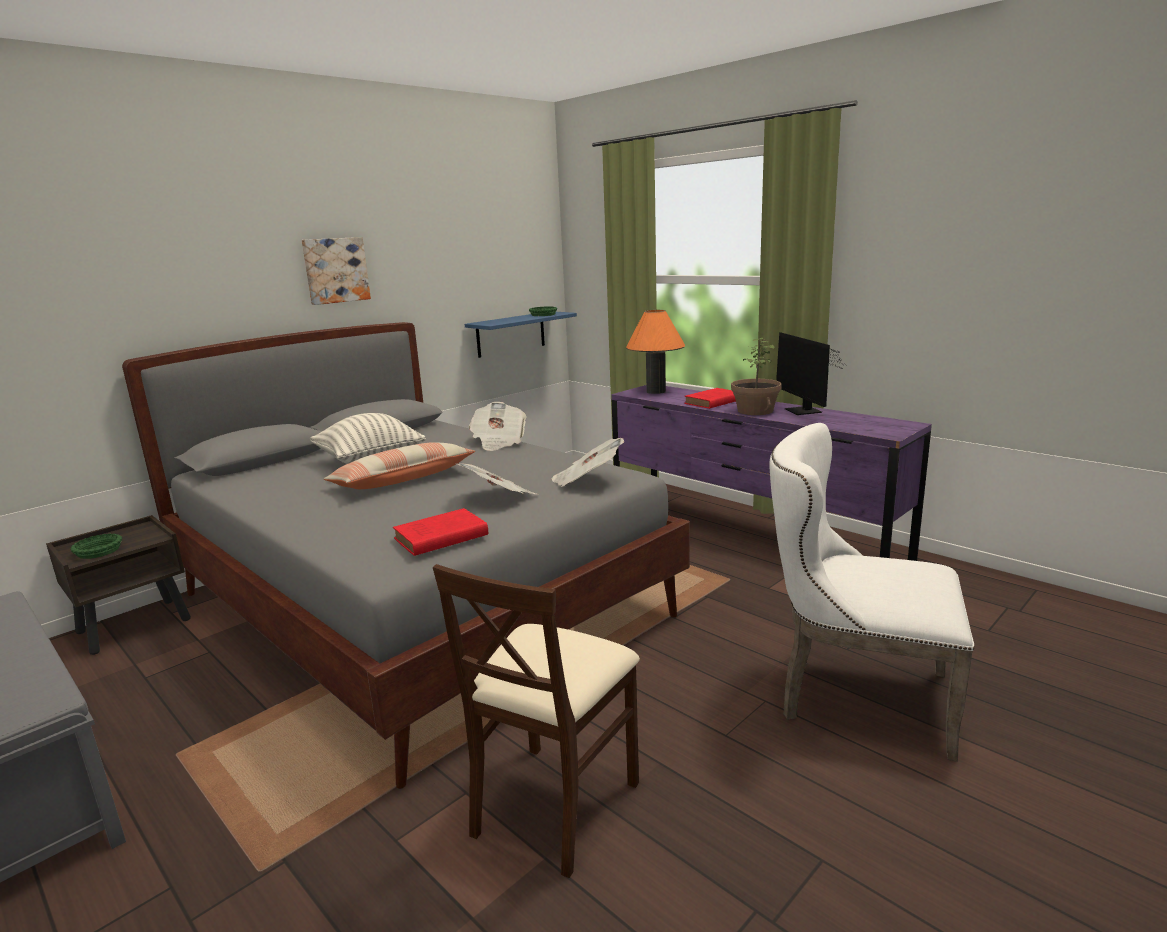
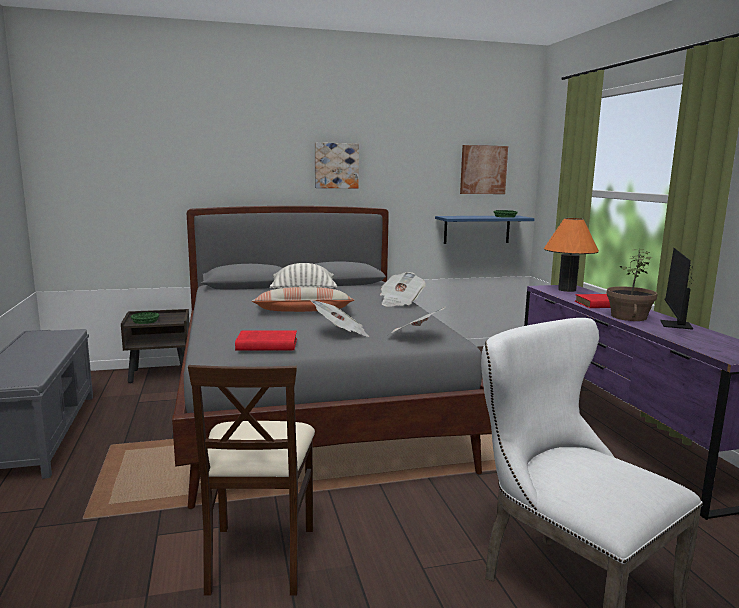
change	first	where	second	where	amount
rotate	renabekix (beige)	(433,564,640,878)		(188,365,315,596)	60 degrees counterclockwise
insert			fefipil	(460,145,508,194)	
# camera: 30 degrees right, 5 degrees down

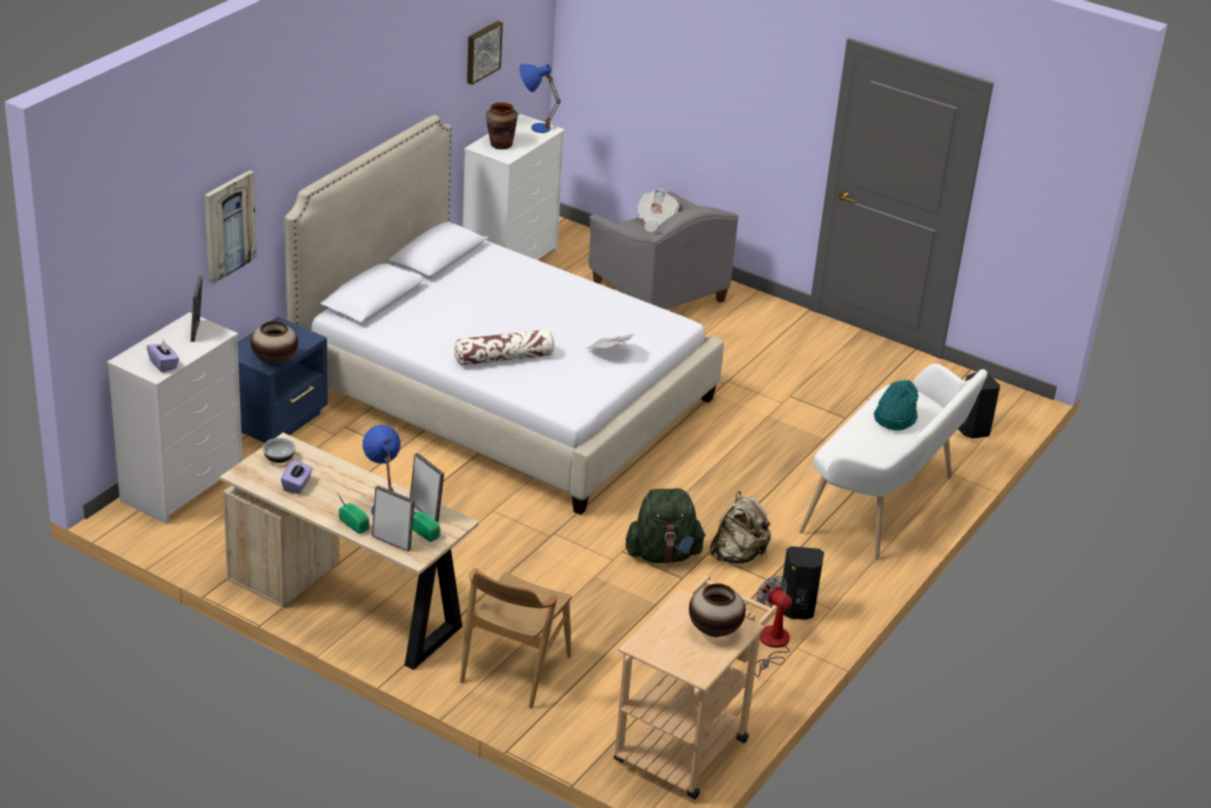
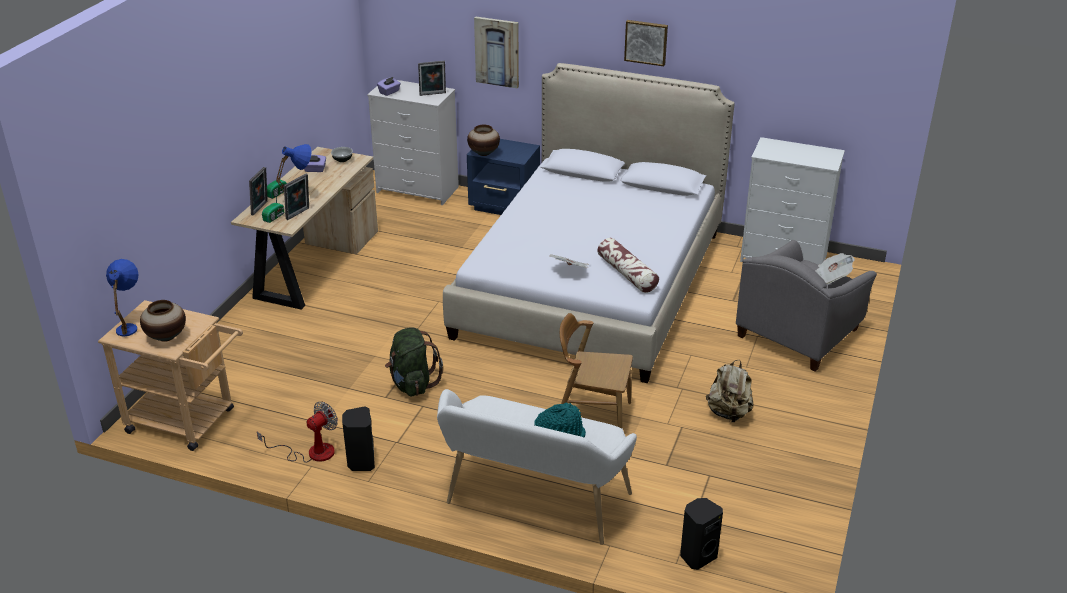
change	first	where	second	where	amount
move	fefipil	(467,21,503,85)		(624,20,668,66)	
move	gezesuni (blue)	(519,64,561,133)		(106,259,139,337)	
delete	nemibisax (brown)	(486,102,518,149)			
move	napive	(454,329,555,366)		(597,238,659,293)	
move	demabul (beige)	(710,491,771,564)		(706,360,753,422)	
move	renabekix (brown)	(460,568,572,709)		(560,313,633,428)	
# camera: 80 degrees right, 0 degrees up

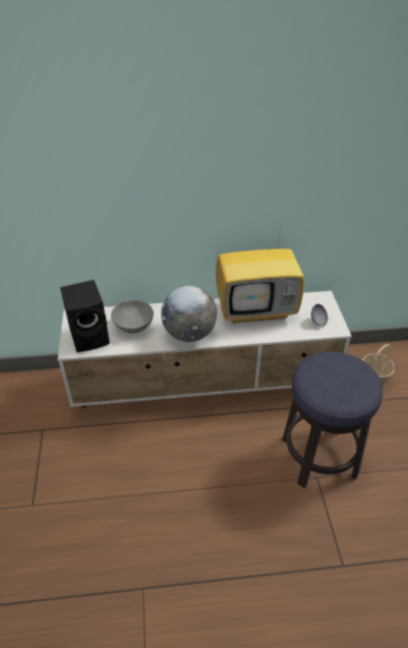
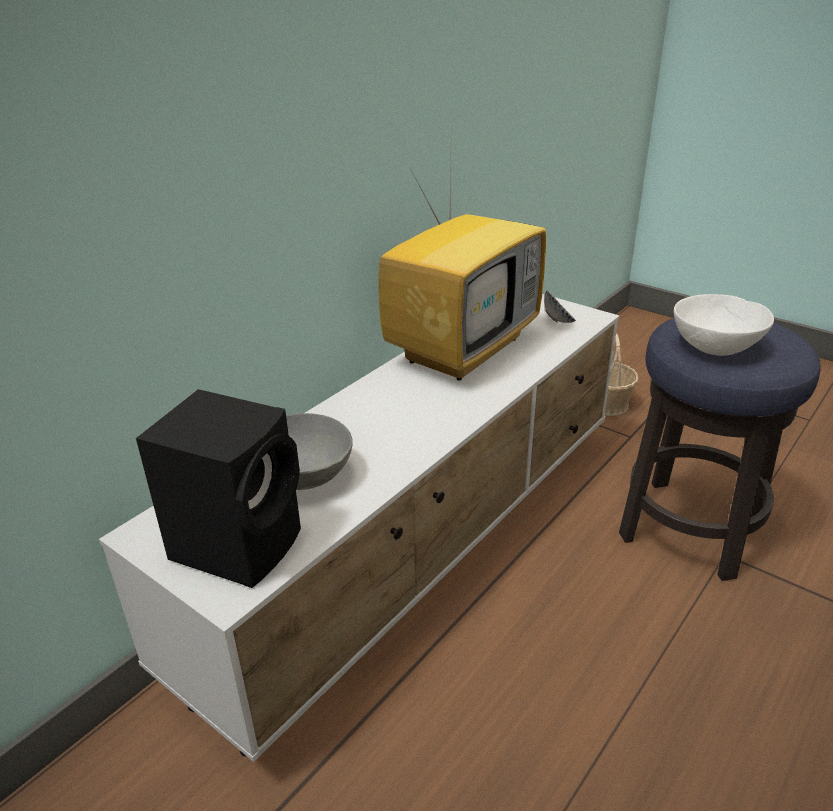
change	first	where	second	where	amount
delete	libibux	(161,286,217,342)			
insert			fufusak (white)	(674,294,774,356)	
# camera: 45 degrees left, 10 degrees down

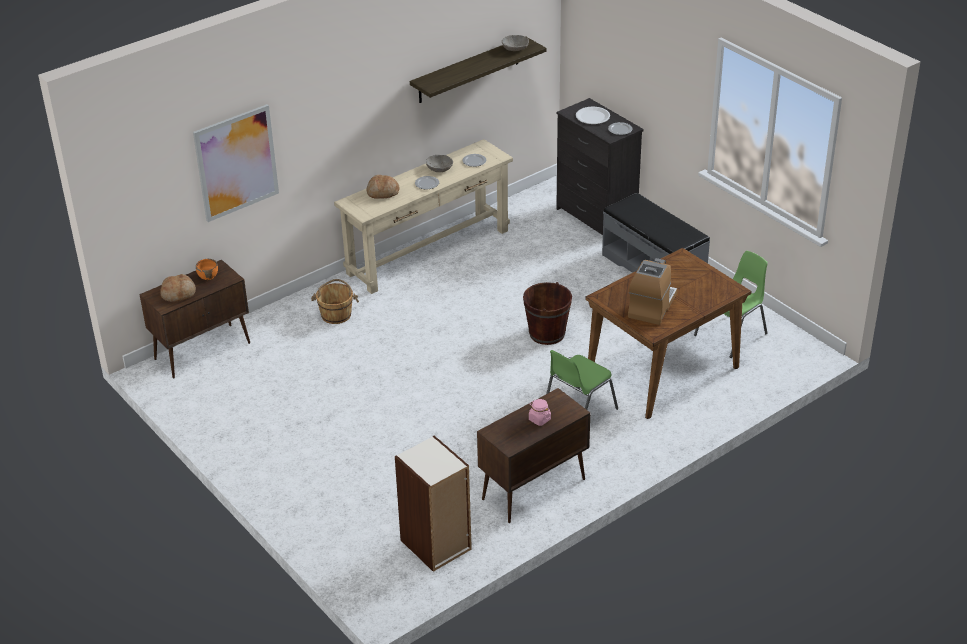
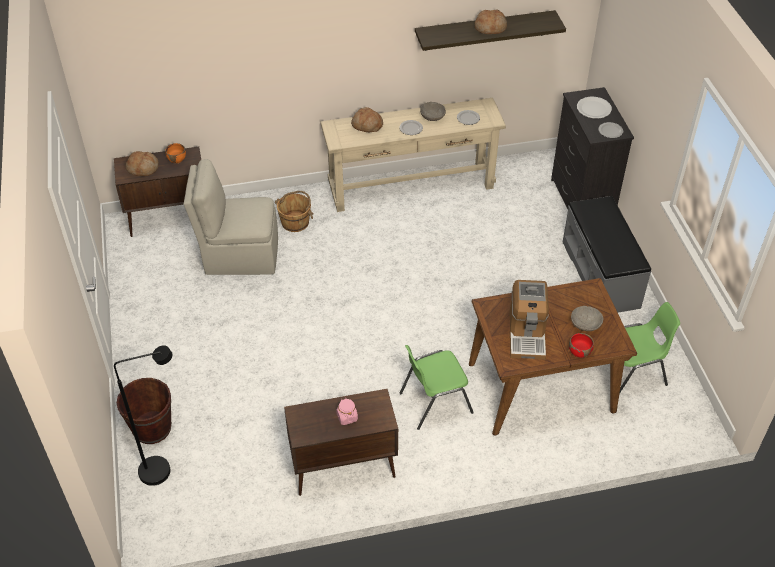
change	first	where	second	where	amount
move	fufusak (grey)	(502,35,529,51)		(571,306,603,331)	
delete	fefipil	(193,104,279,222)			
rotate	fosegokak	(628,258,677,325)		(509,280,549,360)	135 degrees clockwise
move	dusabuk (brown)	(523,282,572,345)		(117,378,172,444)	
delete	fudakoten	(395,436,472,572)			
insert			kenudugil	(475,9,507,34)	
insert			renabekix (beige)	(184,159,278,275)	
insert			fufusak (red)	(569,333,594,358)	
insert			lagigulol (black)	(114,345,173,486)	
# camera: 25 degrees right, 10 degrees up

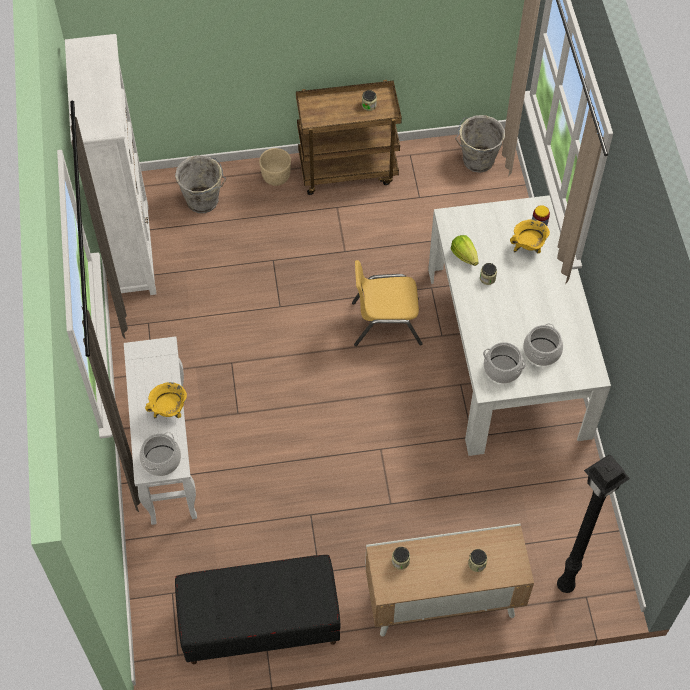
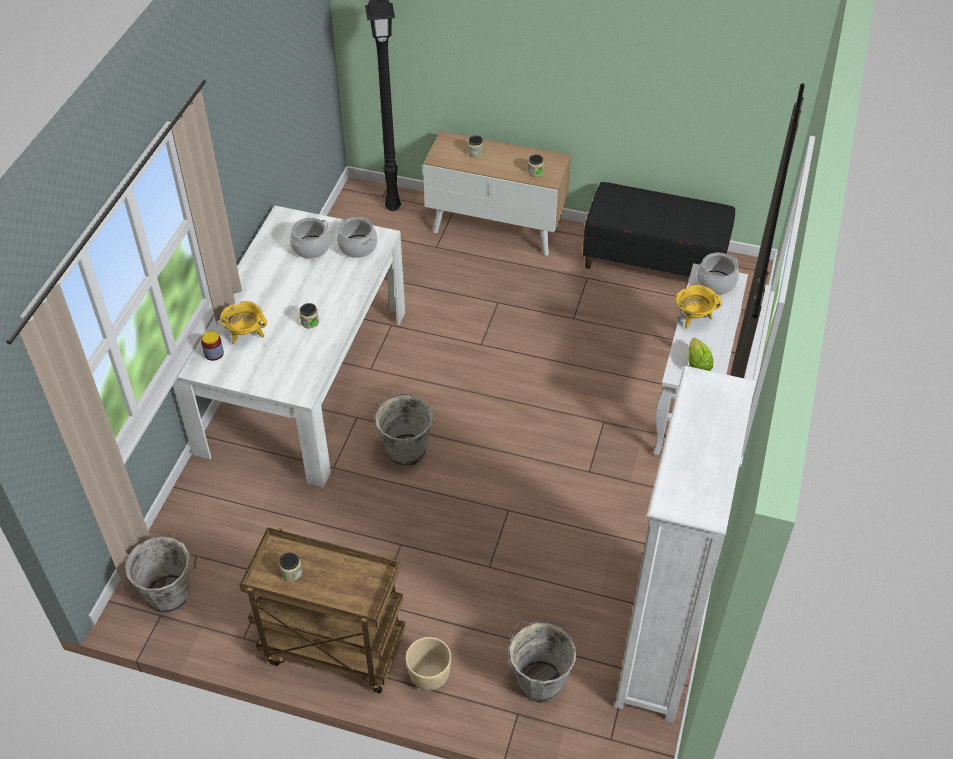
change	first	where	second	where	amount
move	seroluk	(451,235,478,266)		(688,338,713,371)	
replace	renabekix (yellow)	(352,260,423,346)	dusabuk (grey)	(370,393,433,467)	
# camera: 155 degrees left, 10 degrees down

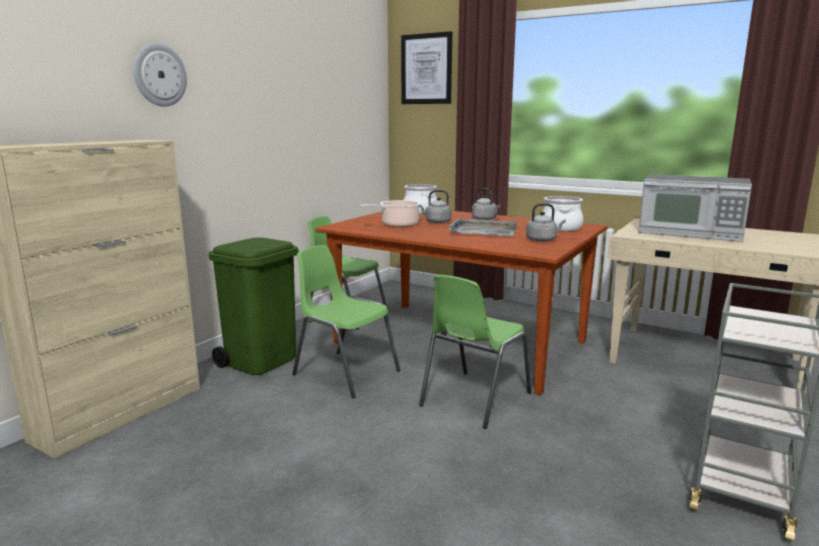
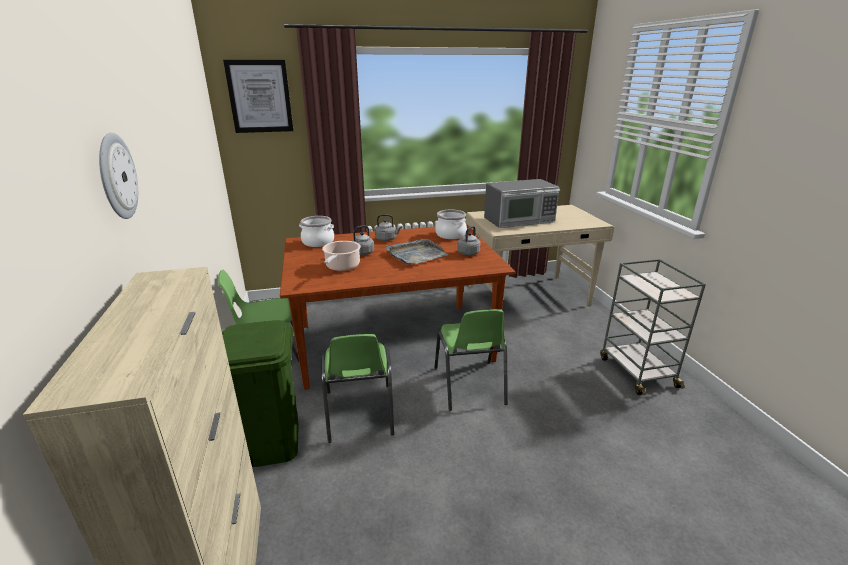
change	first	where	second	where	amount
rotate	renabekix (green)	(292,245,400,398)		(321,334,394,443)	90 degrees counterclockwise
# camera: 45 degrees left, 10 degrees up

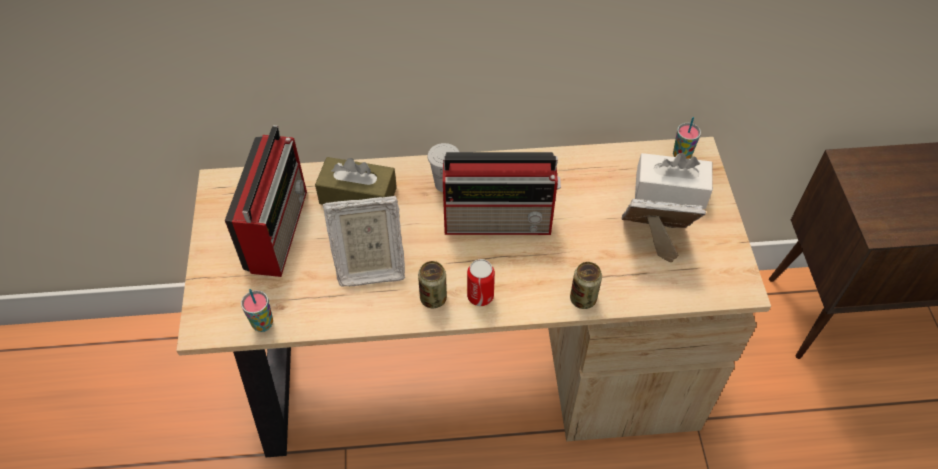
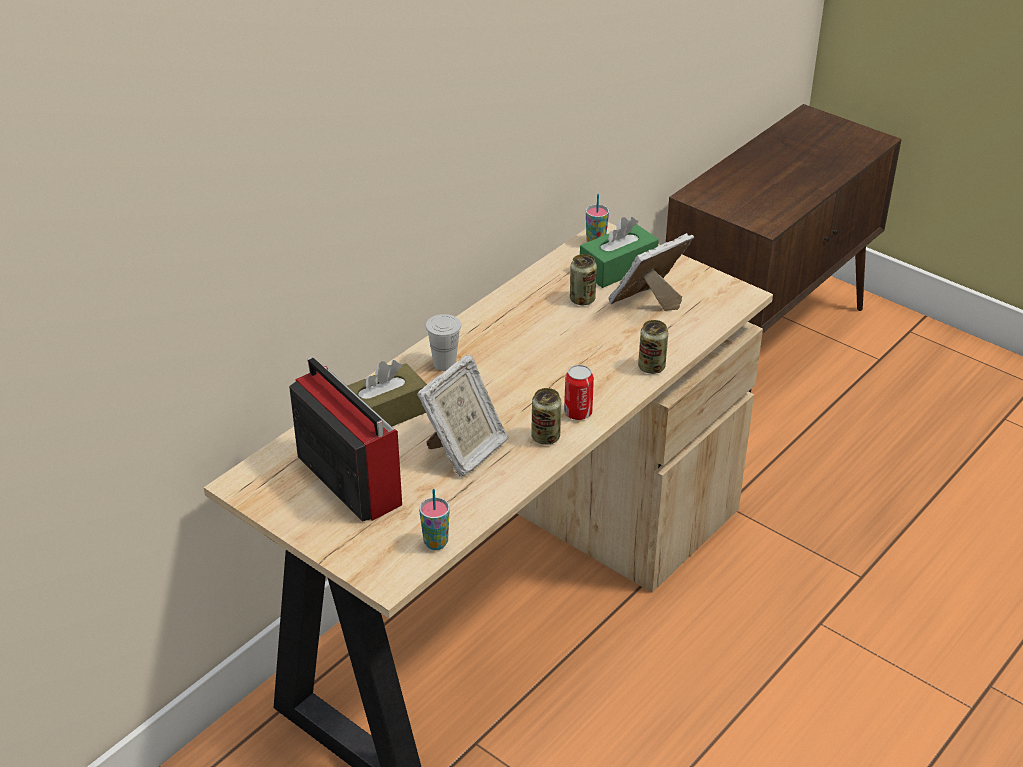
change	first	where	second	where	amount
delete	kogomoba	(443,152,561,235)			
recolor	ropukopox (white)	(635,153,713,209)	ropukopox (green)	(580,217,659,288)	
insert			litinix	(570,254,597,305)	
# camera: 45 degrees left, 15 degrees down

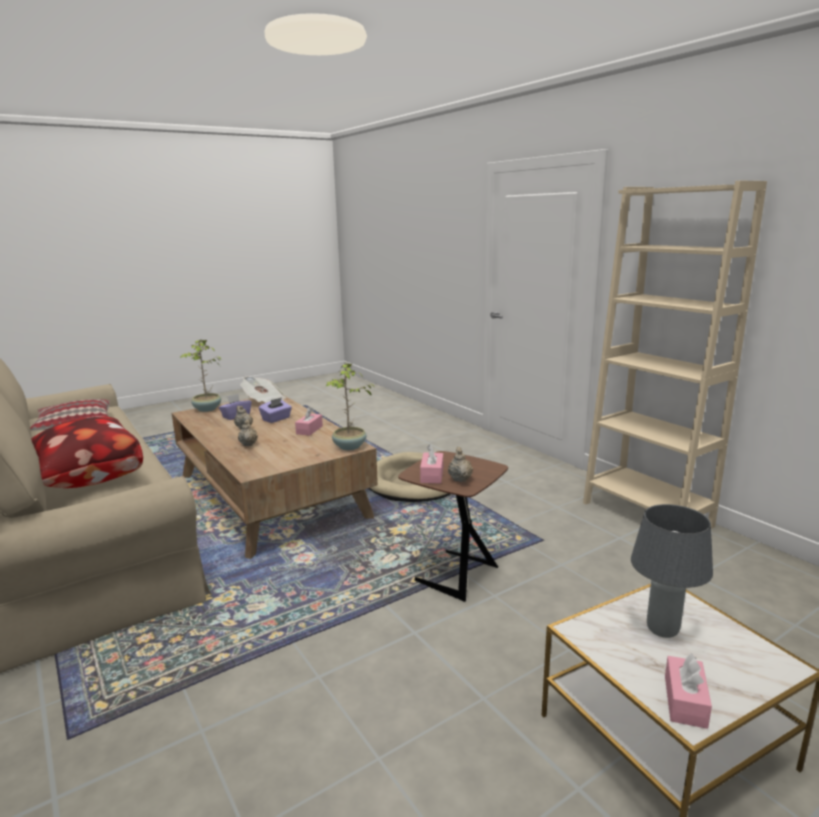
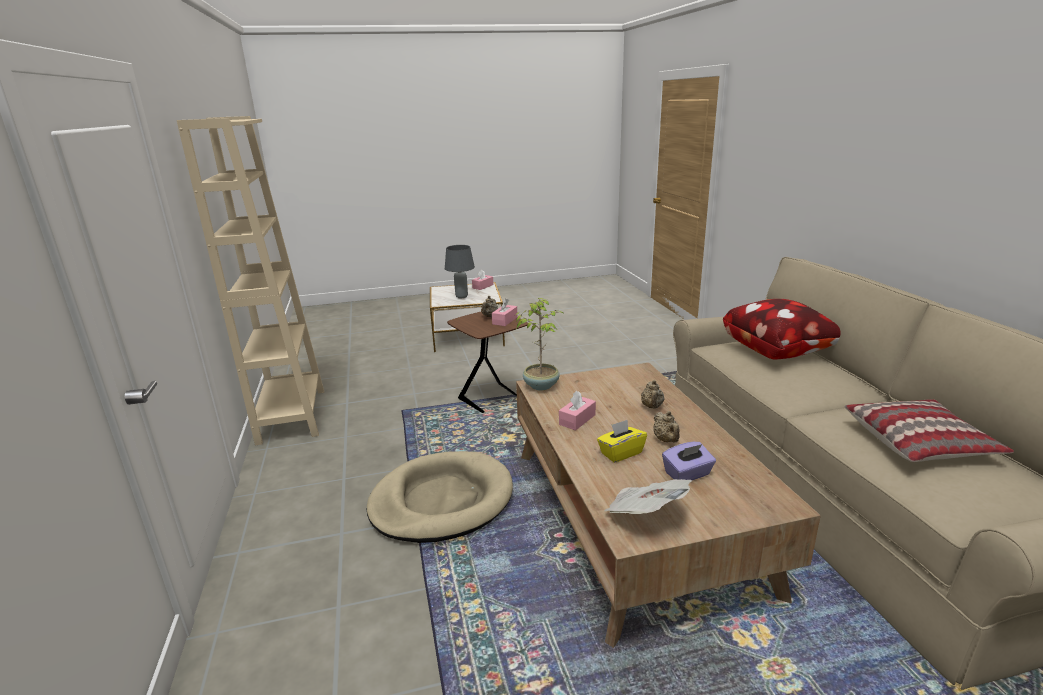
change	first	where	second	where	amount
delete	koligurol	(180,339,221,412)			
recolor	ropukopox (purple)	(259,397,292,423)	ropukopox (yellow)	(597,420,647,463)	
# camera: 160 degrees left, 5 degrees up

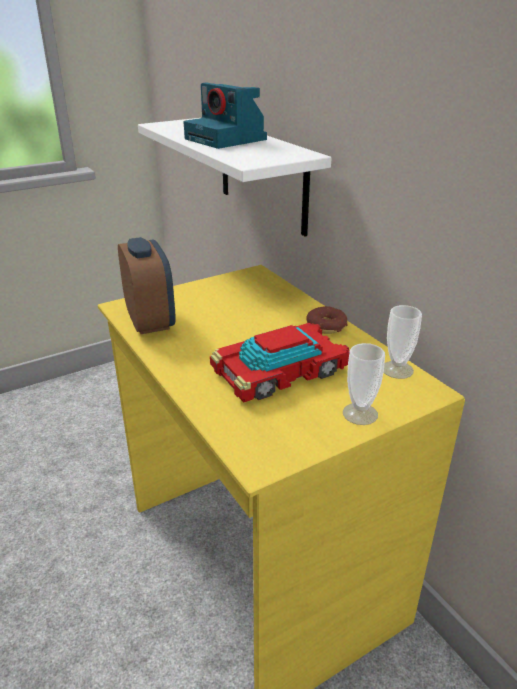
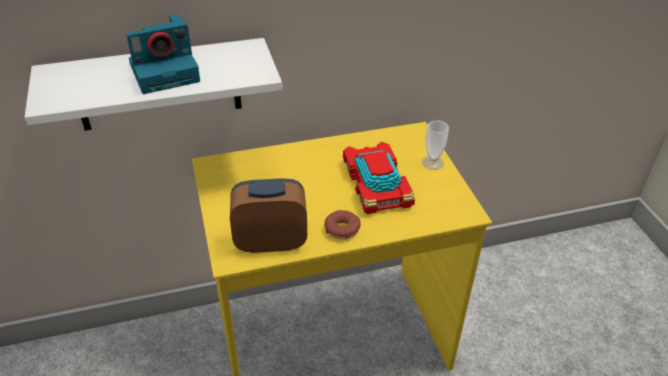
change	first	where	second	where	amount
delete	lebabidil	(384,305,422,379)			
move	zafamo	(306,306,347,334)		(324,210,361,239)	
# camera: 75 degrees left, 10 degrees up

